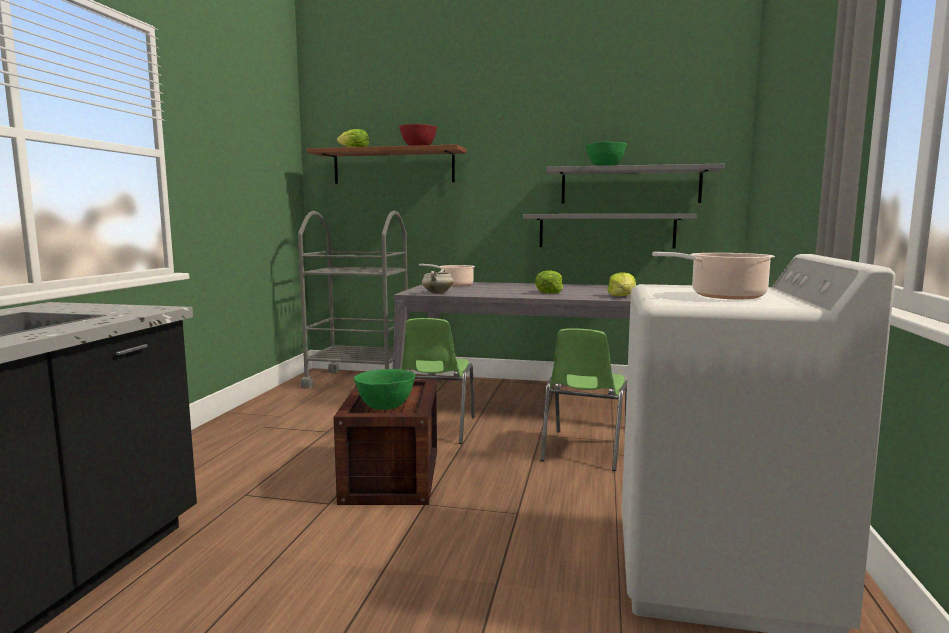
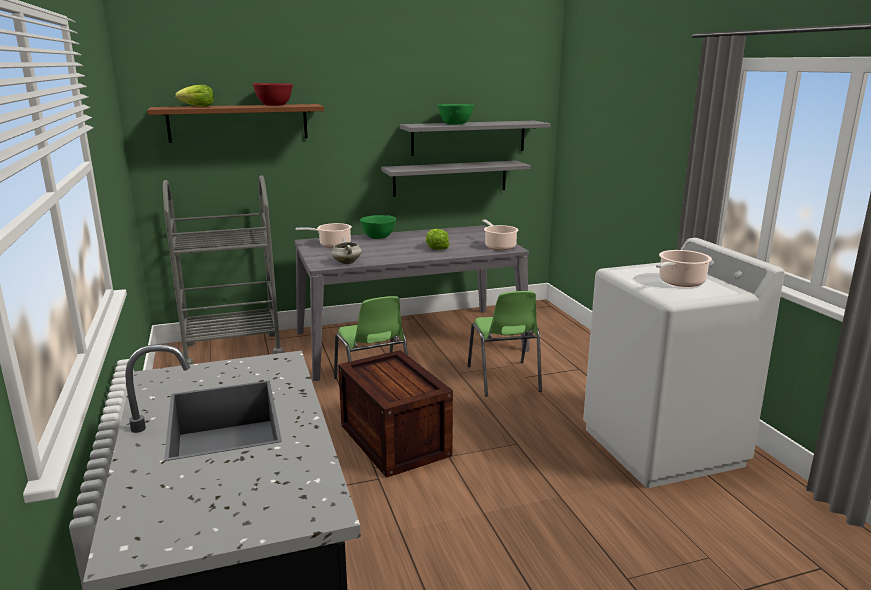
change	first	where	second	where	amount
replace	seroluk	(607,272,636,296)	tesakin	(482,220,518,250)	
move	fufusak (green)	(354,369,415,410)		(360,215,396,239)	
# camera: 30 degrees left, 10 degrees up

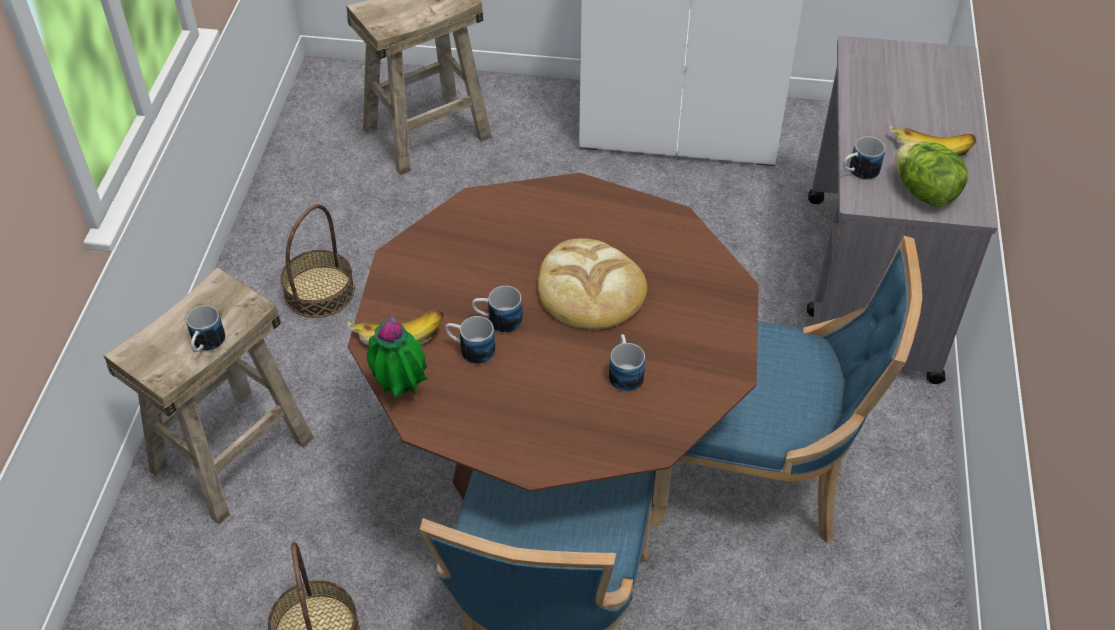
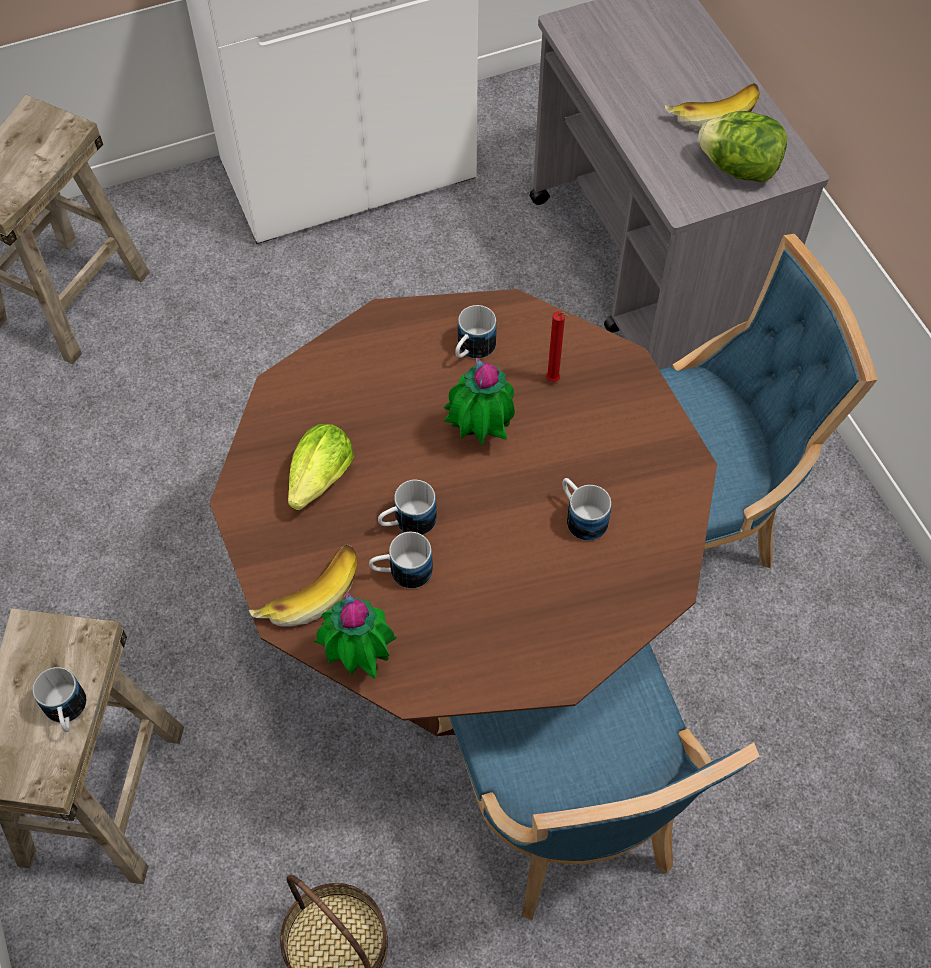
change	first	where	second	where	amount
move	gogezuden	(843,136,885,180)		(455,305,497,359)	
delete	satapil	(280,204,355,318)			
replace	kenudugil	(538,238,647,329)	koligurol	(444,358,515,445)	
insert			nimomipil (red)	(546,311,568,382)	
insert			seroluk	(288,424,354,510)	
# camera: 30 degrees left, 10 degrees up

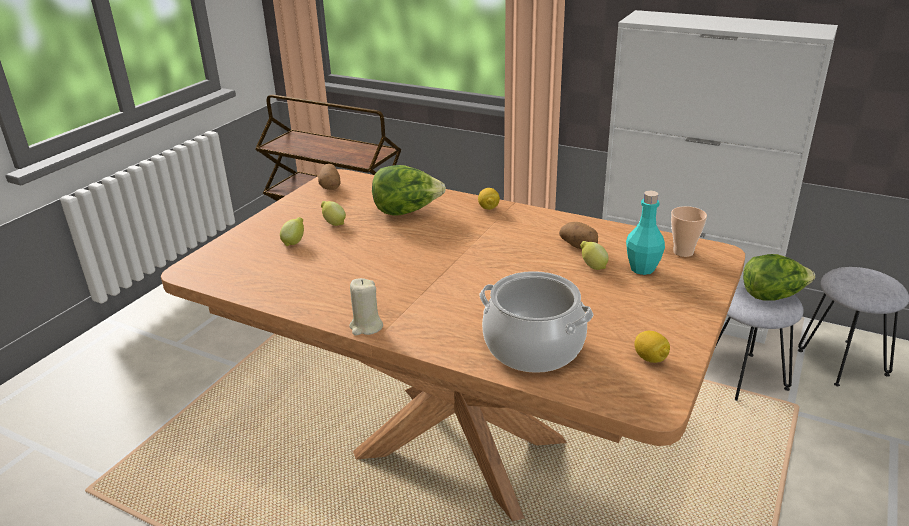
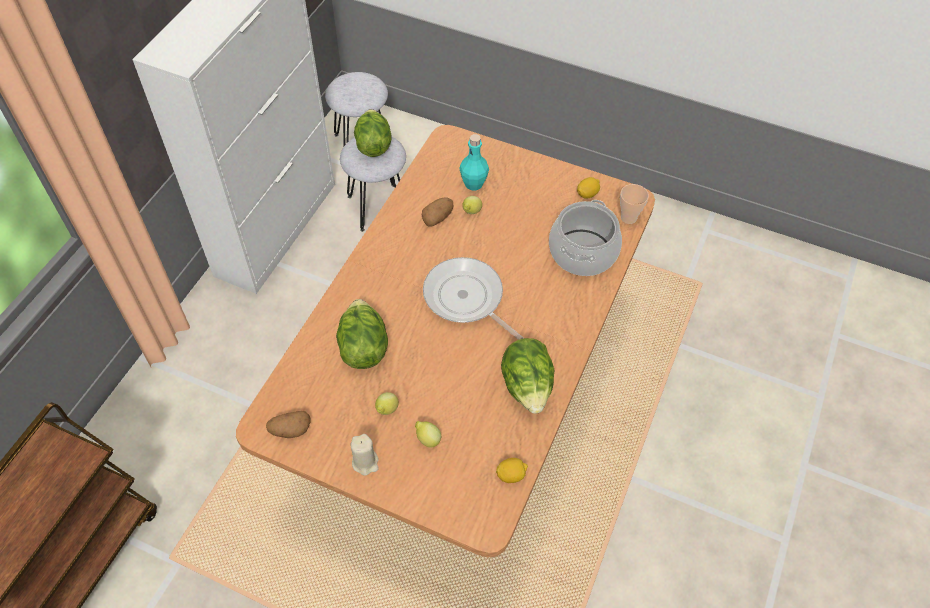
change	first	where	second	where	amount
move	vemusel	(478,188,500,210)		(496,458,528,483)	
move	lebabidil	(671,206,707,257)		(620,184,649,224)	
move	nimomipil (beige)	(349,278,383,335)		(351,434,379,476)	
insert			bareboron	(423,257,524,340)	
insert			seroluk	(501,338,555,414)	
# camera: 95 degrees left, 25 degrees up

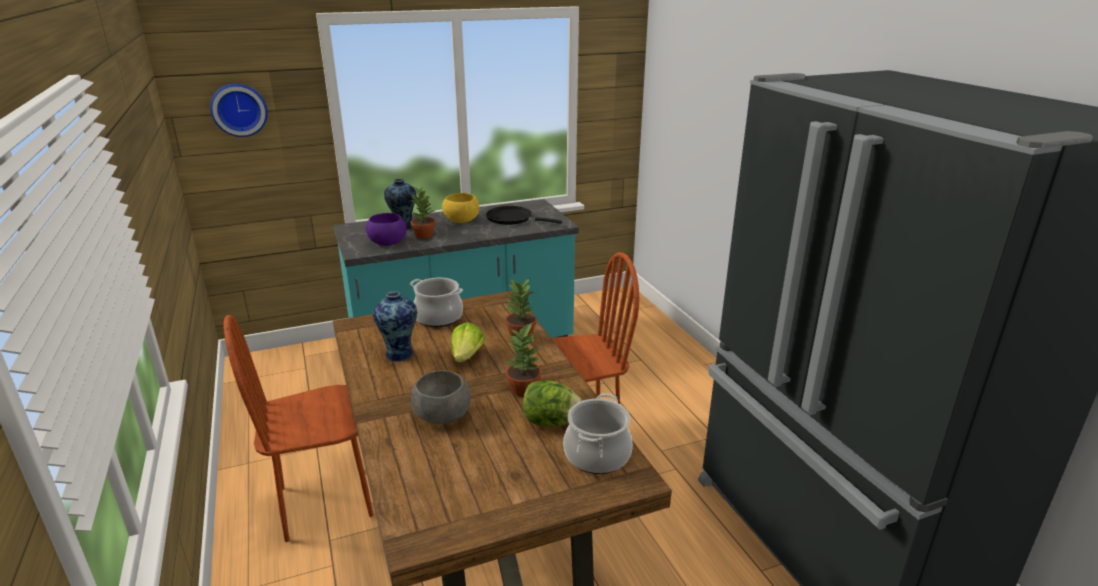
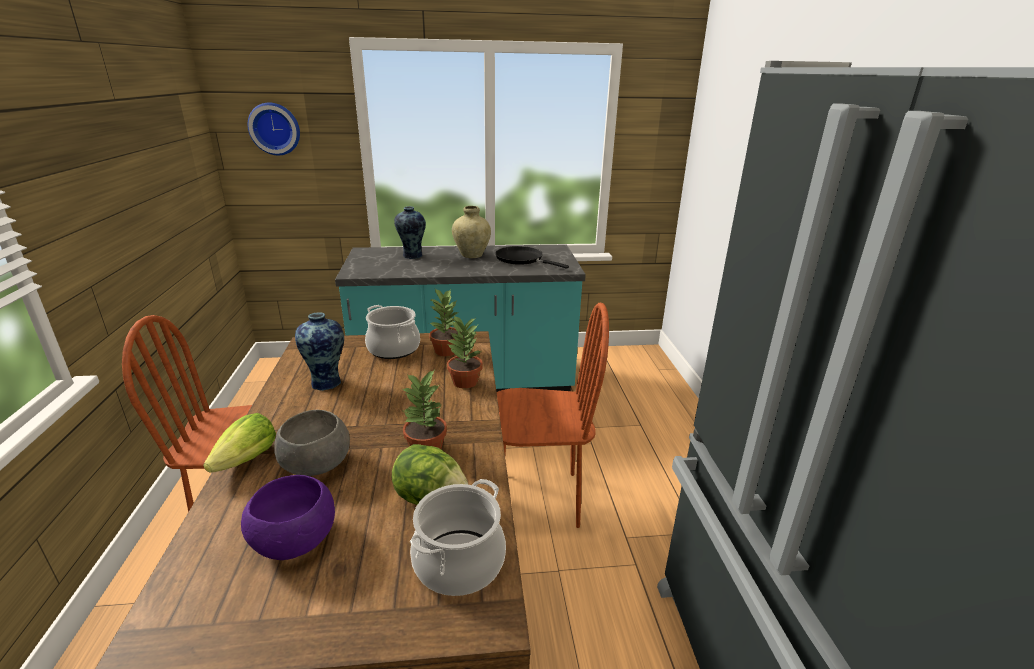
change	first	where	second	where	amount
move	koligurol	(411,186,436,238)		(429,289,459,356)	
replace	fufusak (yellow)	(442,193,479,223)	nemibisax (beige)	(452,206,491,258)	
move	fufusak (purple)	(366,213,407,246)		(241,475,335,560)	
move	seroluk	(451,322,485,362)		(203,413,276,473)	
# camera: 15 degrees right, 0 degrees up

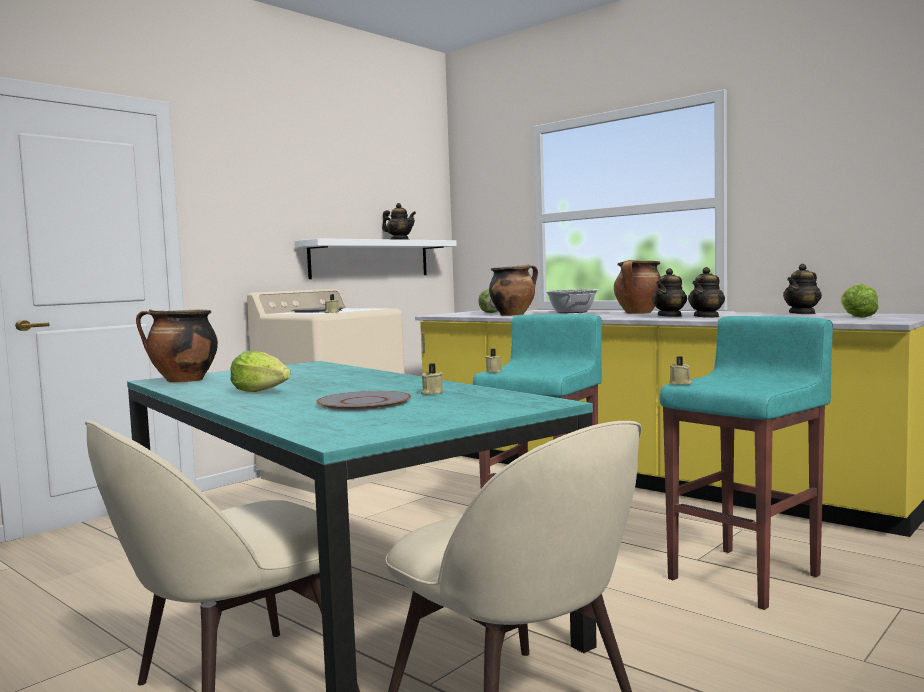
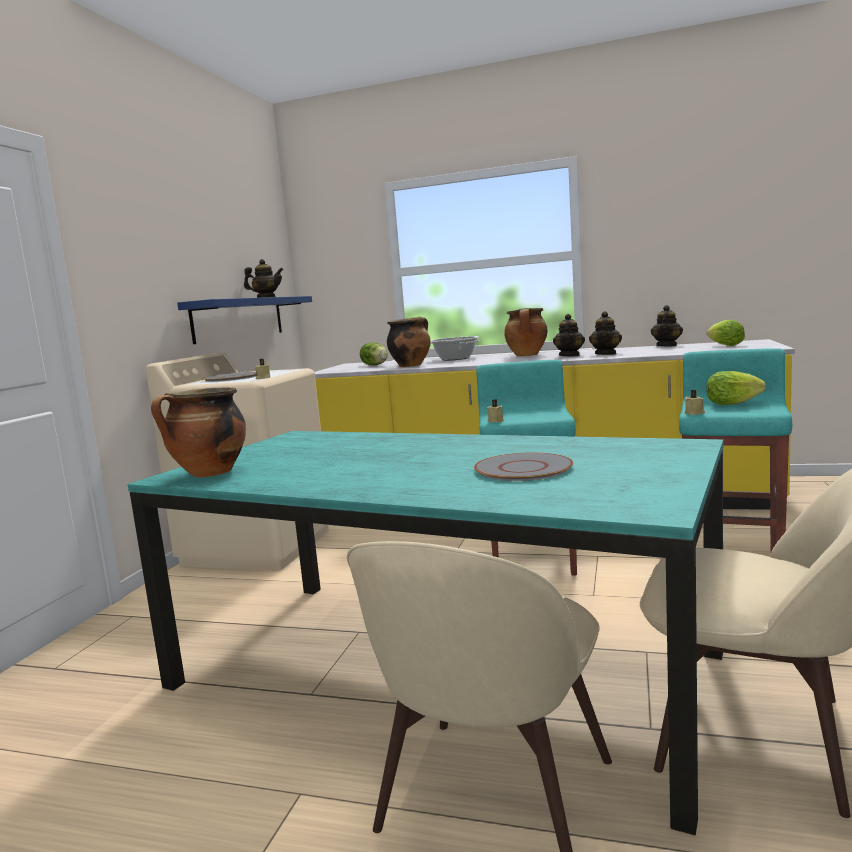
change	first	where	second	where	amount
recolor	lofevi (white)	(295,238,457,279)	lofevi (blue)	(177,296,312,344)	
move	seroluk	(230,351,290,392)		(706,371,766,405)	
delete	nimomipil (beige)	(421,363,443,395)			
# camera: 25 degrees left, 5 degrees up

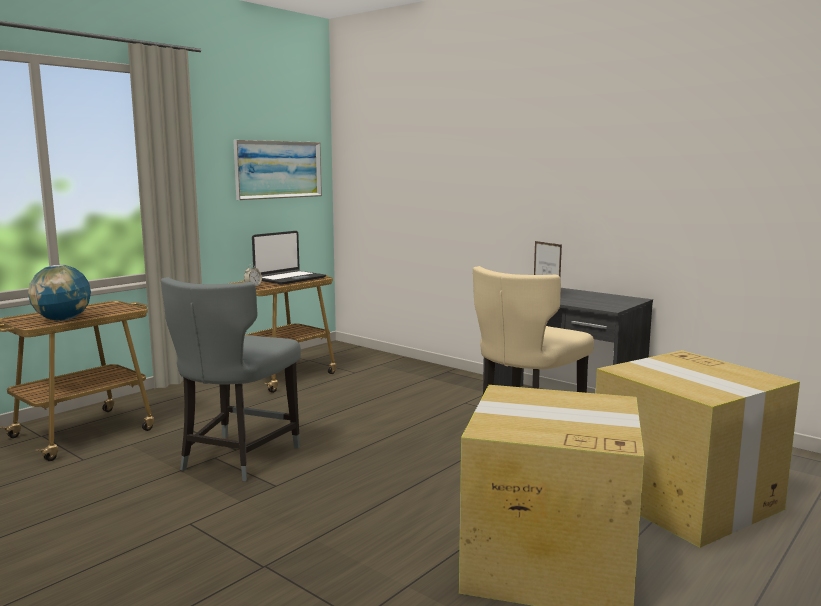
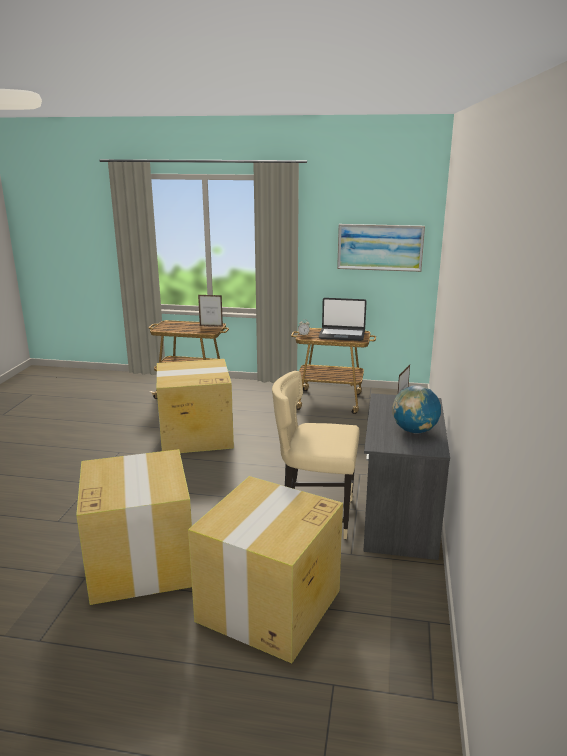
change	first	where	second	where	amount
move	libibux	(28,265,91,321)		(392,385,441,434)	
replace	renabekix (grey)	(161,277,301,481)	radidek	(157,359,234,453)	
insert			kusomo	(198,295,223,327)	
# camera: 60 degrees right, 10 degrees up

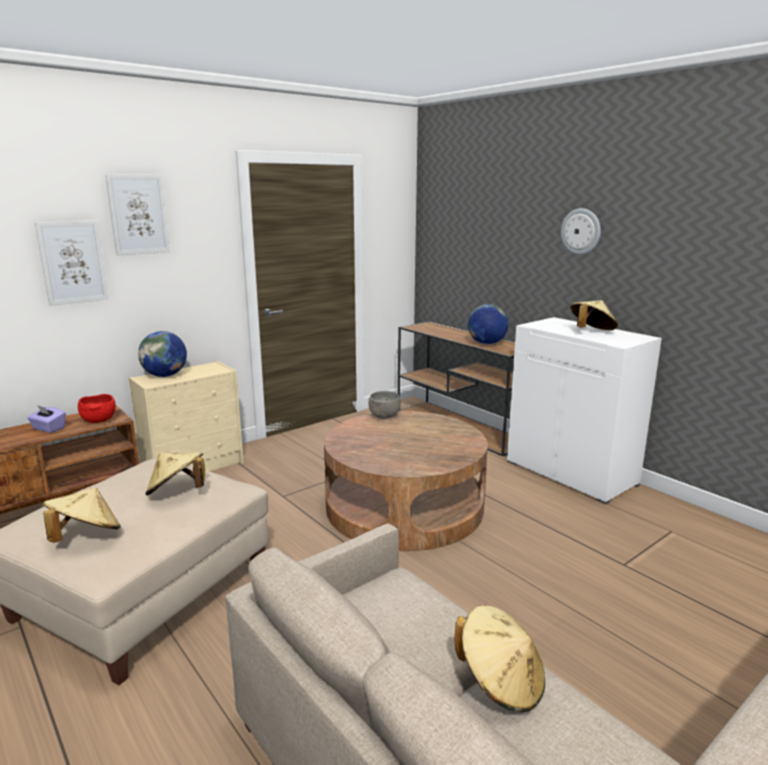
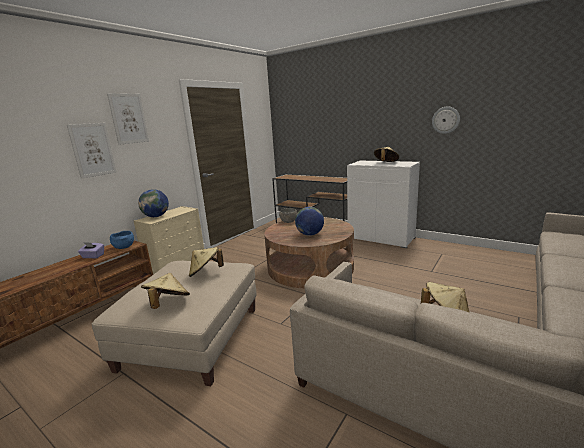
change	first	where	second	where	amount
move	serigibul	(561,208,601,255)		(432,107,460,134)	
move	libibux	(468,304,509,344)		(295,207,324,236)	
recolor	fufusak (red)	(78,394,116,423)	fufusak (blue)	(110,231,134,249)	
# camera: 15 degrees left, 0 degrees up

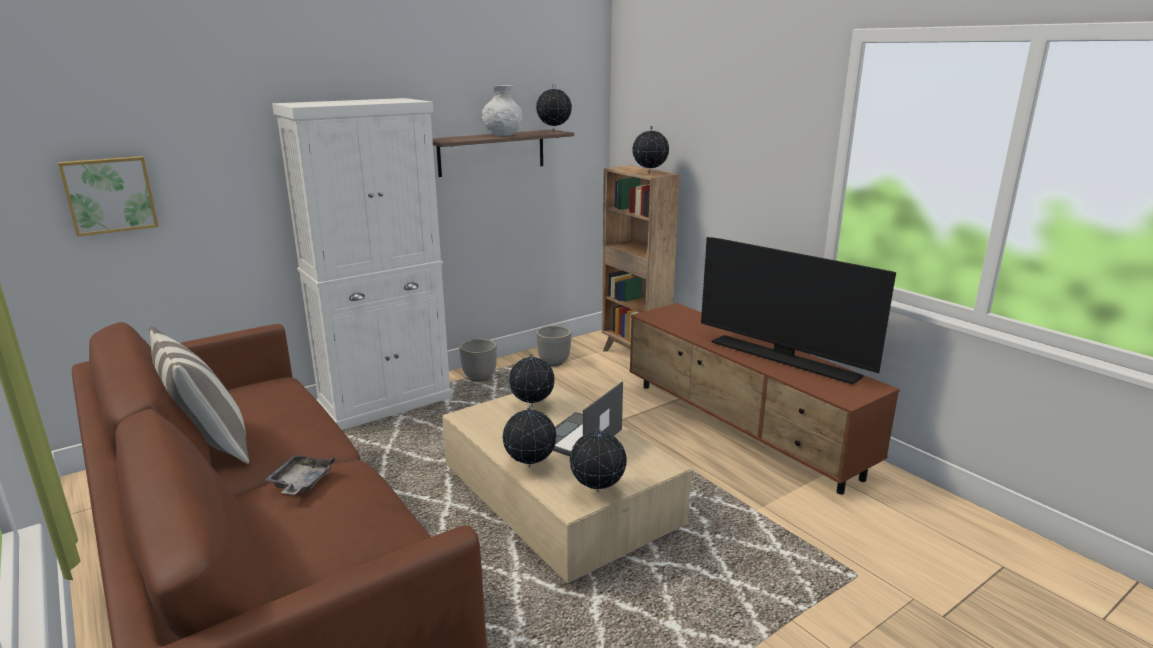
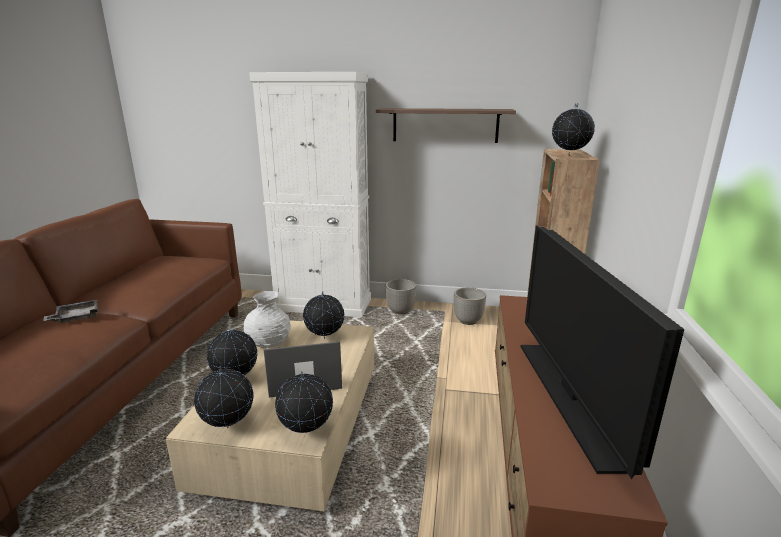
change	first	where	second	where	amount
move	libibux	(536,84,572,131)		(275,371,333,433)	
move	nemibisax (white)	(482,85,523,136)		(244,291,291,348)	
delete	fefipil	(58,156,159,237)			
delete	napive	(149,326,249,464)			
# camera: 45 degrees right, 0 degrees up

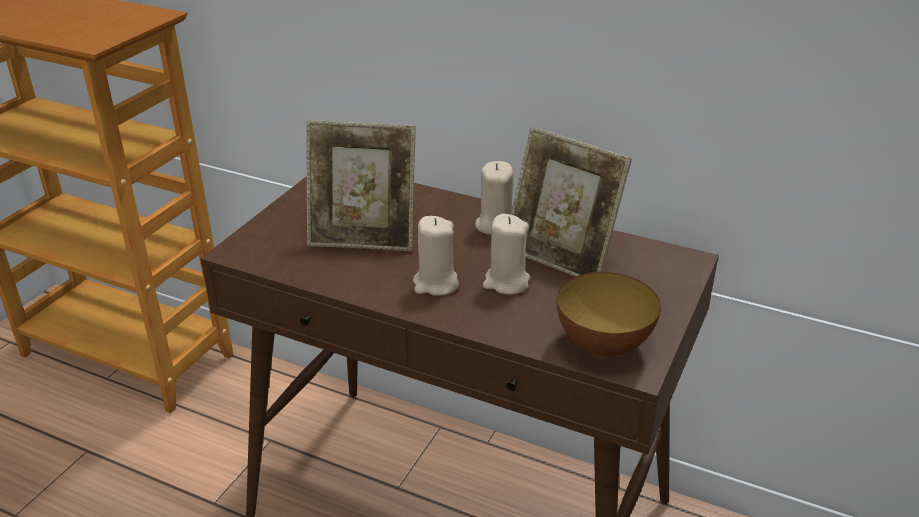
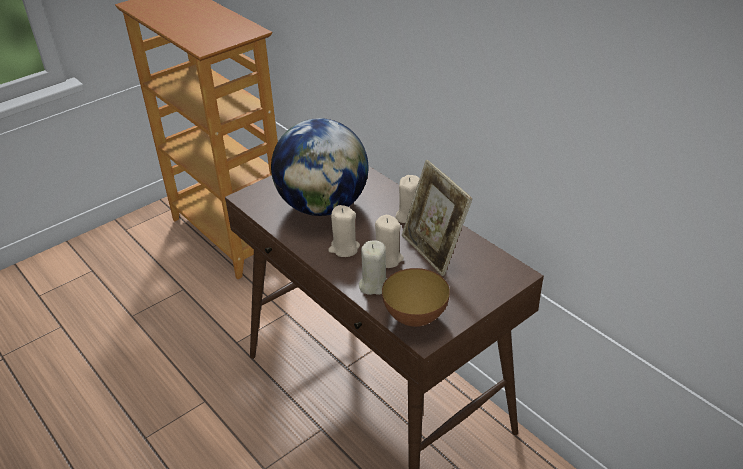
change	first	where	second	where	amount
replace	kusomo	(306,120,416,251)	libibux	(271,118,368,216)	
insert			nimomipil (beige)	(359,240,387,295)	
# camera: 25 degrees right, 5 degrees up

